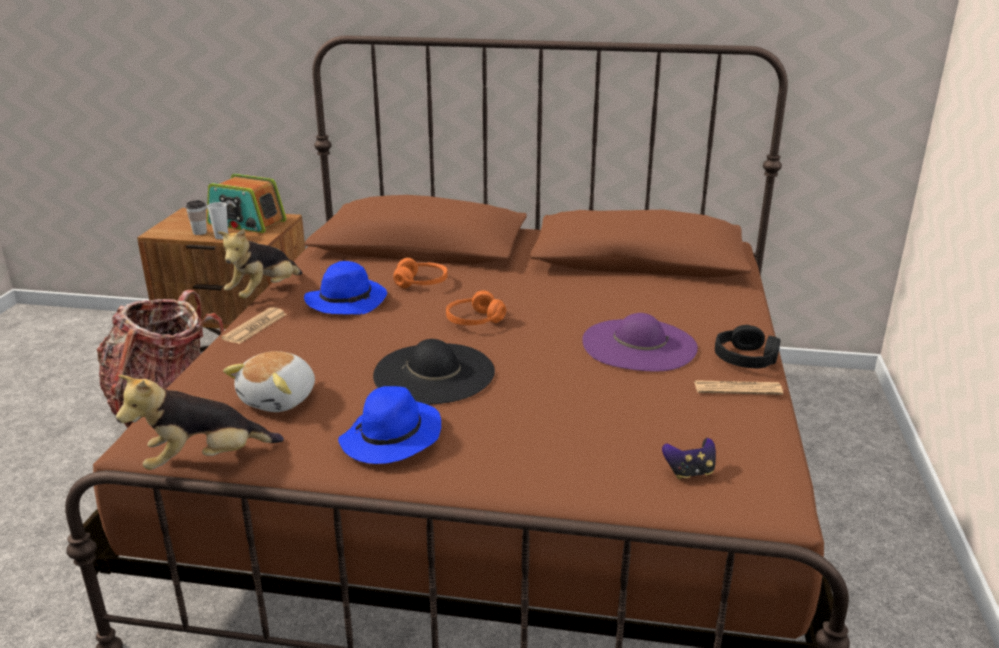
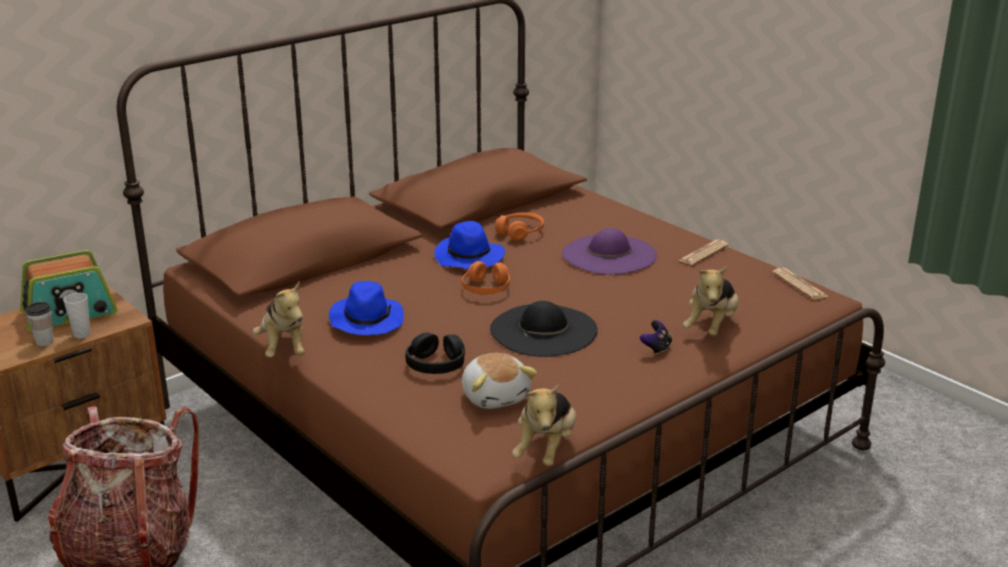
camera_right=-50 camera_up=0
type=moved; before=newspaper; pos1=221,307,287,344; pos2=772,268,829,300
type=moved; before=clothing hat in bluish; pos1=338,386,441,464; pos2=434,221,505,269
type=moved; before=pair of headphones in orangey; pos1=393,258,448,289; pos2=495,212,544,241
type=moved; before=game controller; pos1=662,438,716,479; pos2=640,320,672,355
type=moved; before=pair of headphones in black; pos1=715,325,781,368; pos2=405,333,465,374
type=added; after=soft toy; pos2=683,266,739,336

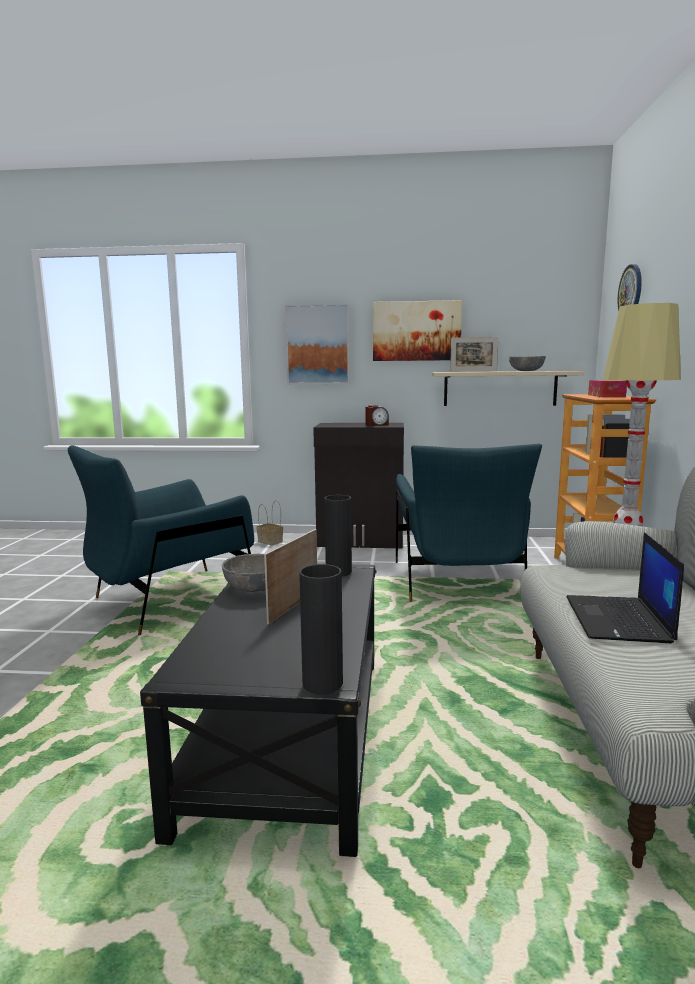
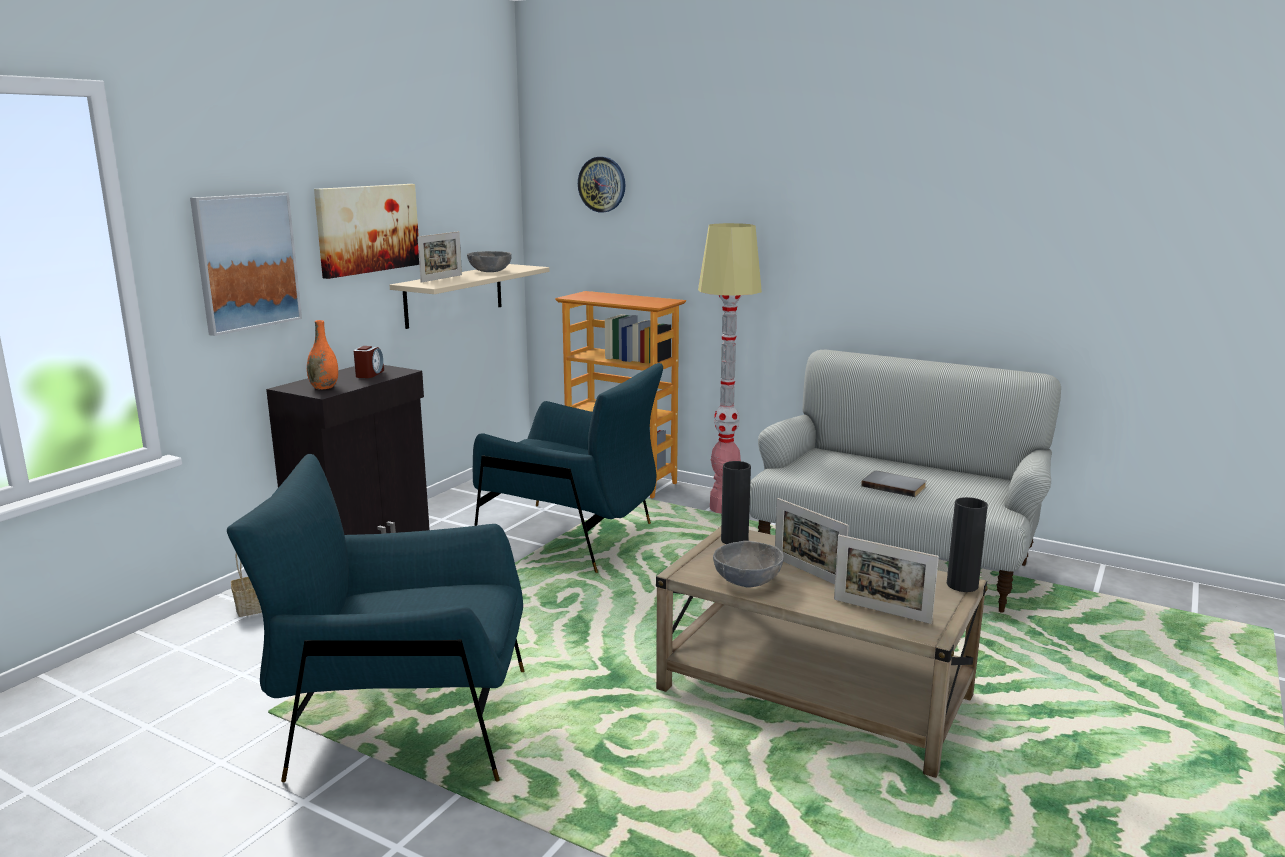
camera_right=-65 camera_up=5
type=turned; before=armchair in bluish; pos1=68,445,254,635; pos2=227,454,524,782; turn=105
type=recoloured; before=lounge table in black; after=lounge table in beige-coloured; pos1=140,564,377,857; pos2=656,526,988,778
type=replaced; before=portable computer; after=book in grey; pos1=566,532,684,644; pos2=861,471,926,497
type=removed; before=tissue holder; pos1=588,380,627,397
type=added; after=decorative vase in orangey; pos2=307,320,338,389
type=added; after=picture frame; pos2=834,535,939,624

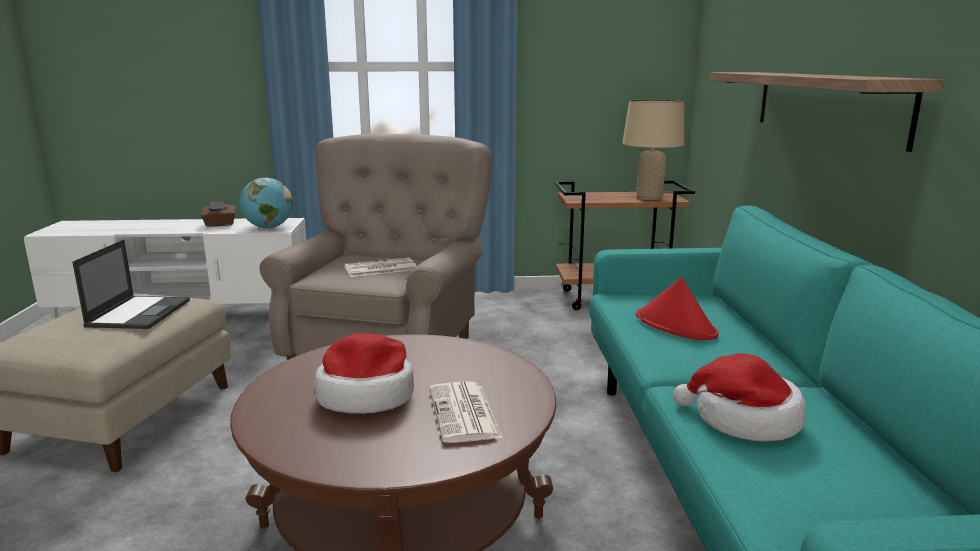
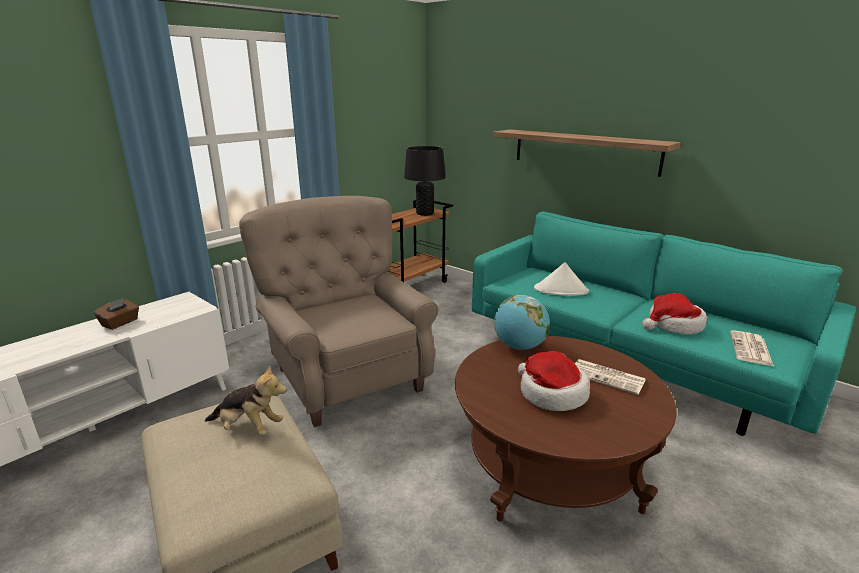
camera_right=-45 camera_up=5
type=replaced; before=portable computer; after=soft toy; pos1=72,240,190,329; pos2=205,364,287,435
type=moved; before=desk globe; pos1=240,177,293,229; pos2=494,295,550,350
type=moved; before=newspaper; pos1=344,257,416,277; pos2=730,330,774,366
type=recoloured; before=lamp for a table in beige-coloured; after=lamp for a table in black; pos1=622,100,685,200; pos2=404,146,446,216
type=recoloured; before=clothing hat in red-coloured; after=clothing hat in white-coloured; pos1=636,277,719,340; pos2=534,262,589,296

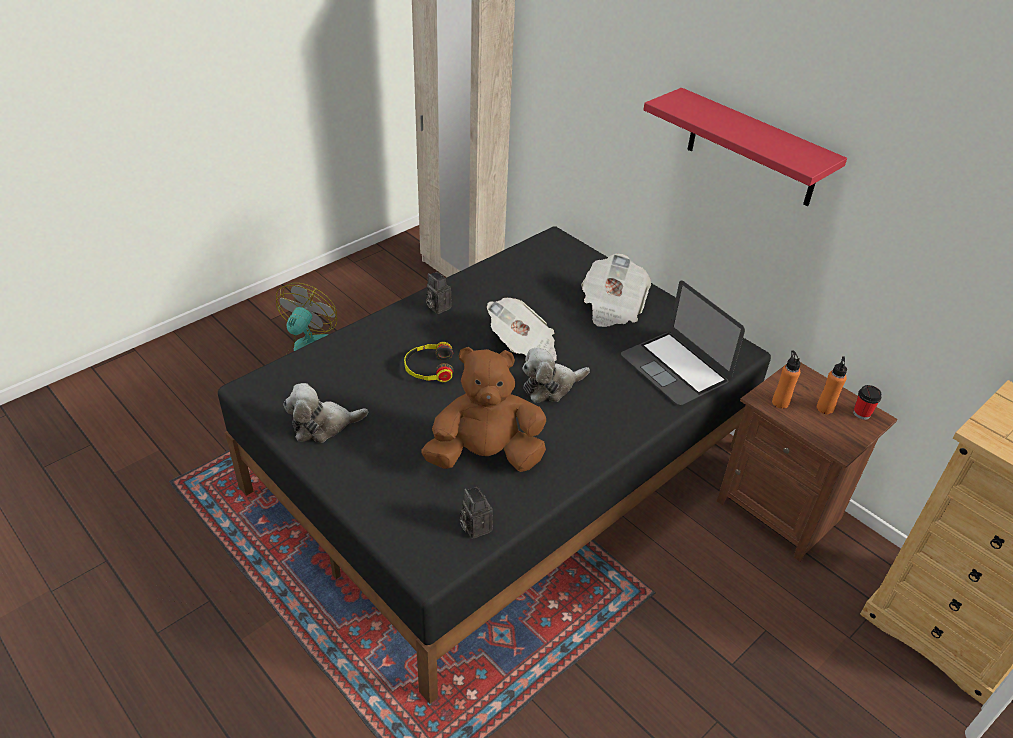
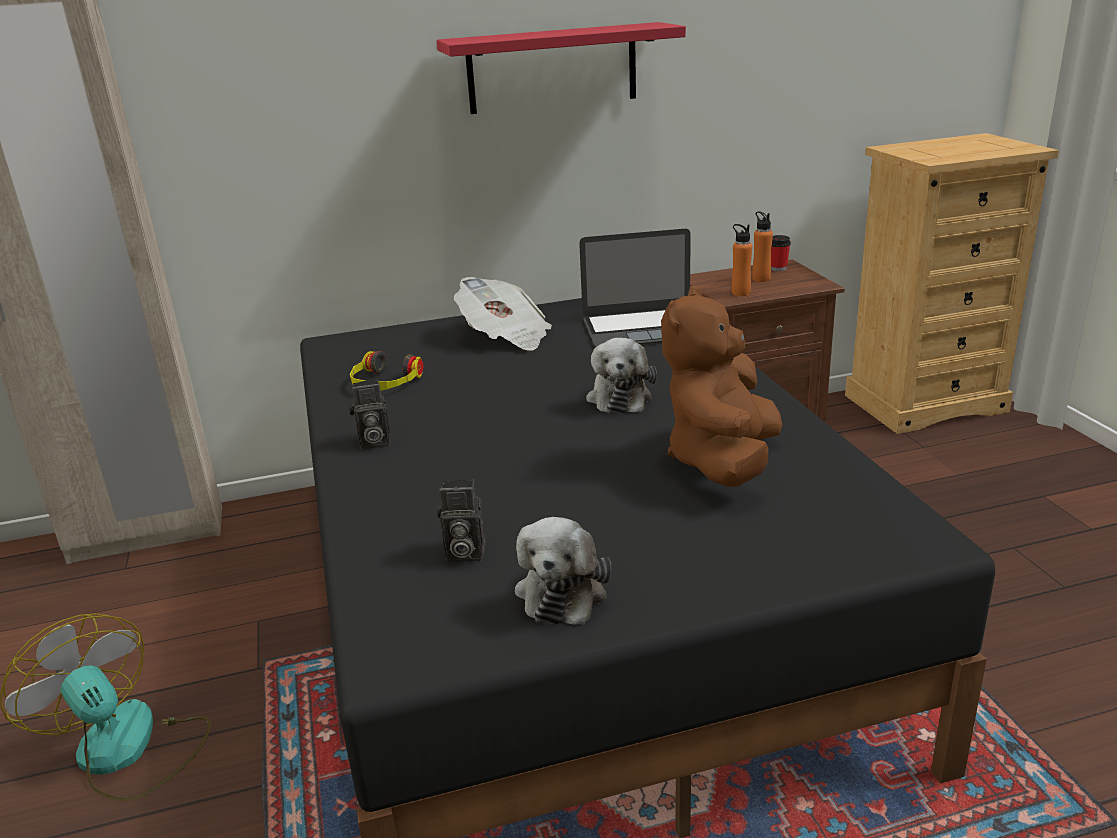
camera_right=-60 camera_up=-15
type=moved; before=pair of headphones; pos1=404,342,454,382; pos2=350,351,423,391
type=moved; before=photo camera; pos1=460,486,493,539; pos2=437,480,486,562
type=removed; before=newspaper; pos1=487,298,557,361

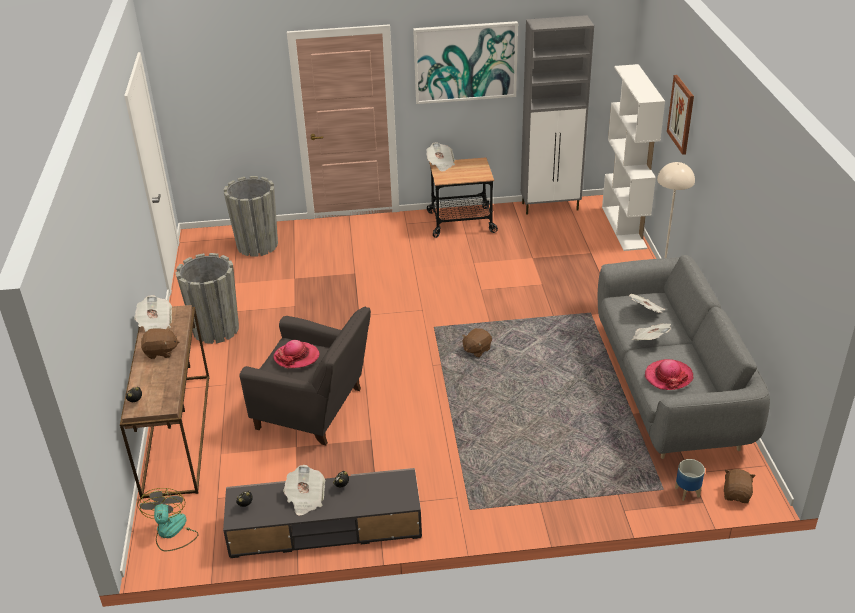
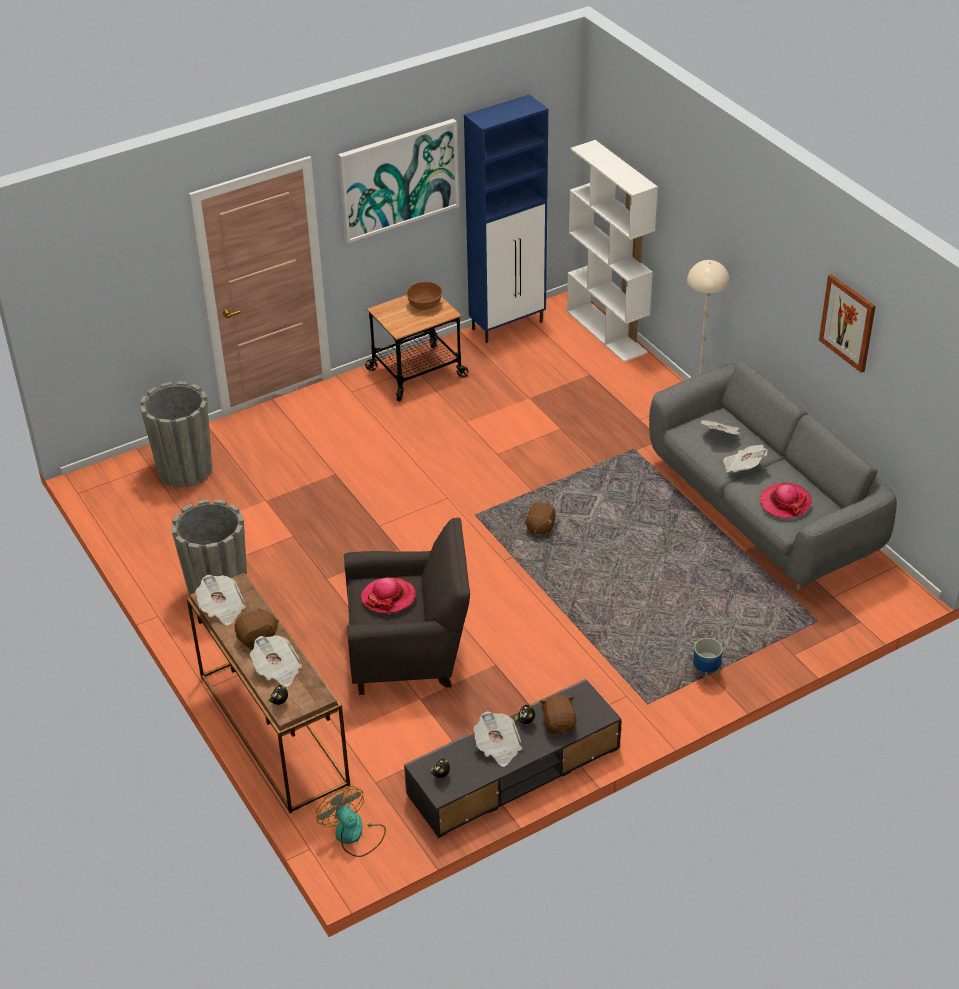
camera_right=-25 camera_up=5
type=moved; before=newspaper; pos1=426,142,455,172; pos2=250,635,302,687
type=recoloured; before=cupboard in grey; after=cupboard in bluish; pos1=521,15,594,215; pos2=464,94,548,343
type=moved; before=wall art; pos1=667,75,694,155; pos2=819,274,876,373
type=moved; before=plant pot; pos1=675,459,705,501; pos2=692,638,723,684
type=moved; before=soft toy in brownish; pos1=724,469,756,503; pos2=540,695,577,734
type=added; after=deep dish in brownish; pos2=406,282,442,310

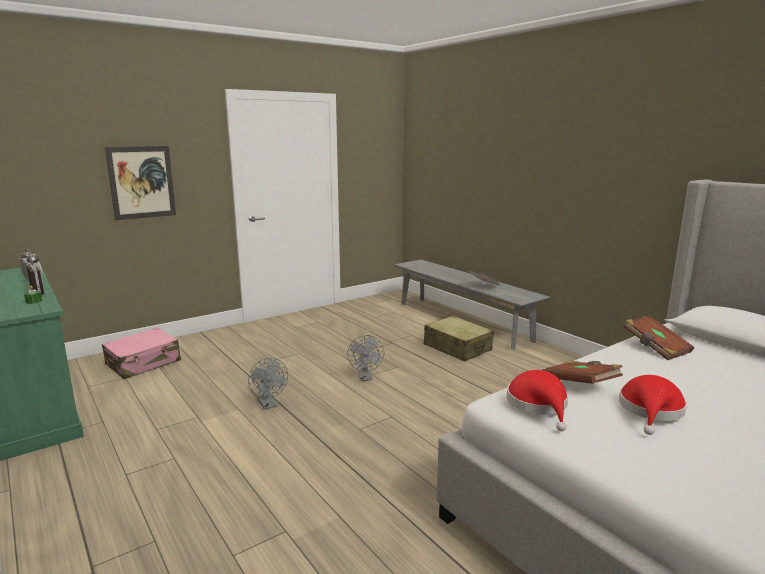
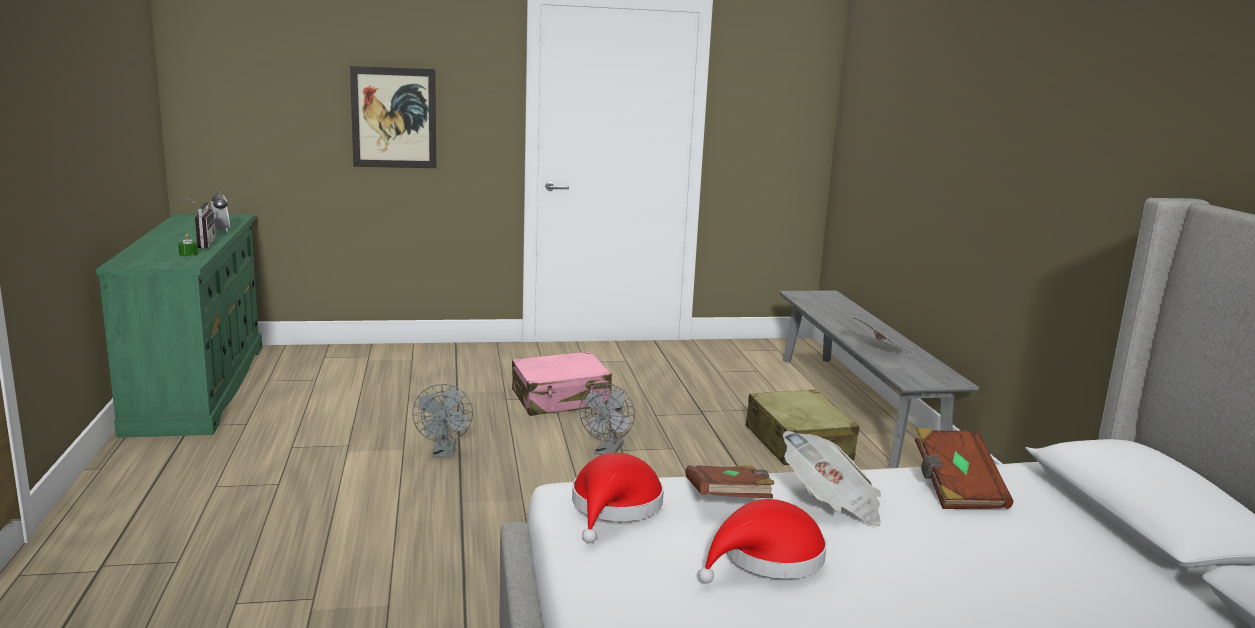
camera_right=25 camera_up=0
type=moved; before=piece of luggage in pink; pos1=102,328,181,379; pos2=512,351,612,416
type=added; after=newspaper; pos2=783,431,881,526

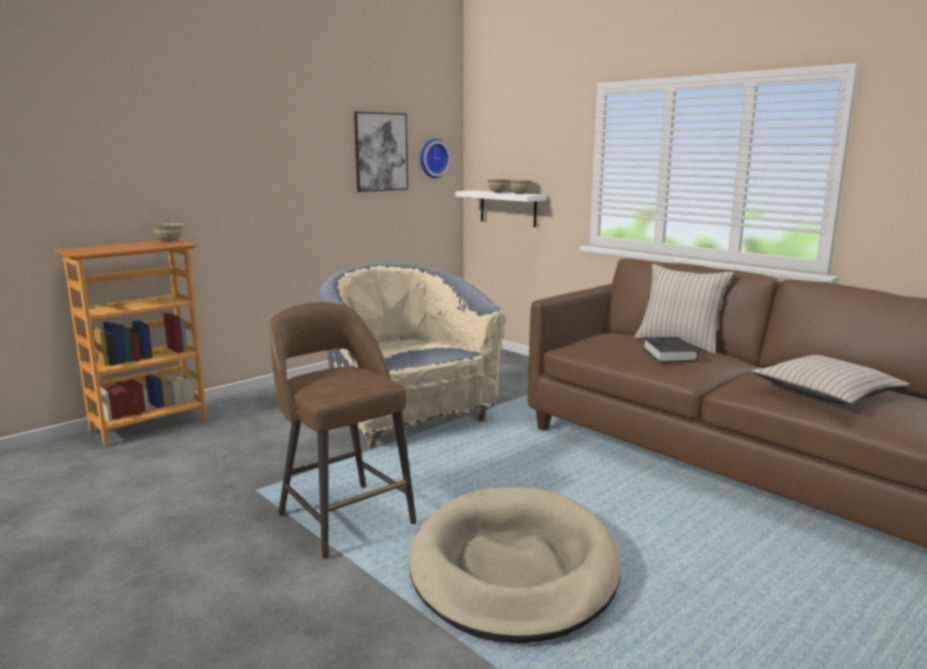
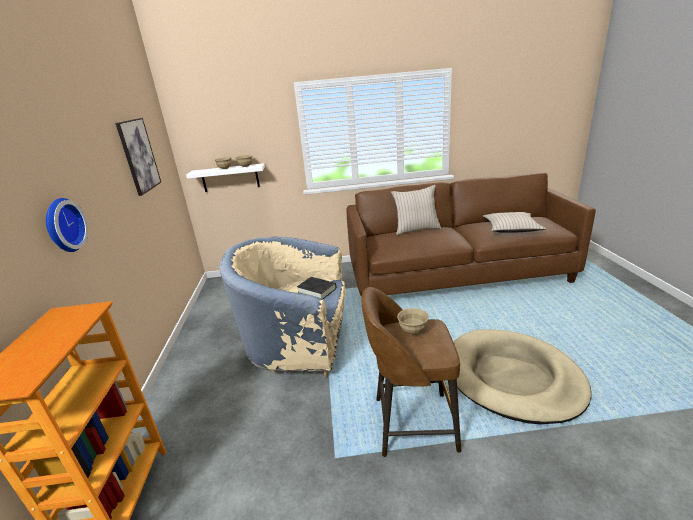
camera_right=-50 camera_up=10
type=moved; before=deep dish in beige-coloured; pos1=152,223,184,243; pos2=397,308,429,334
type=moved; before=wall clock; pos1=420,139,451,178; pos2=46,198,88,252
type=moved; before=book in black; pos1=643,337,699,362; pos2=297,277,336,299

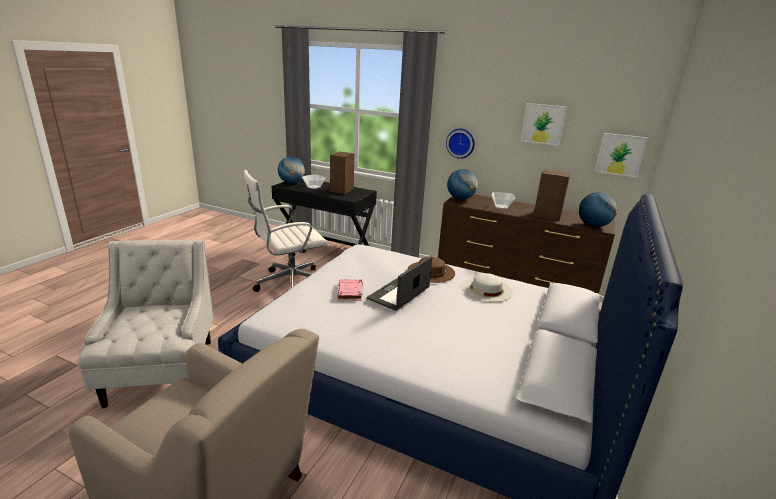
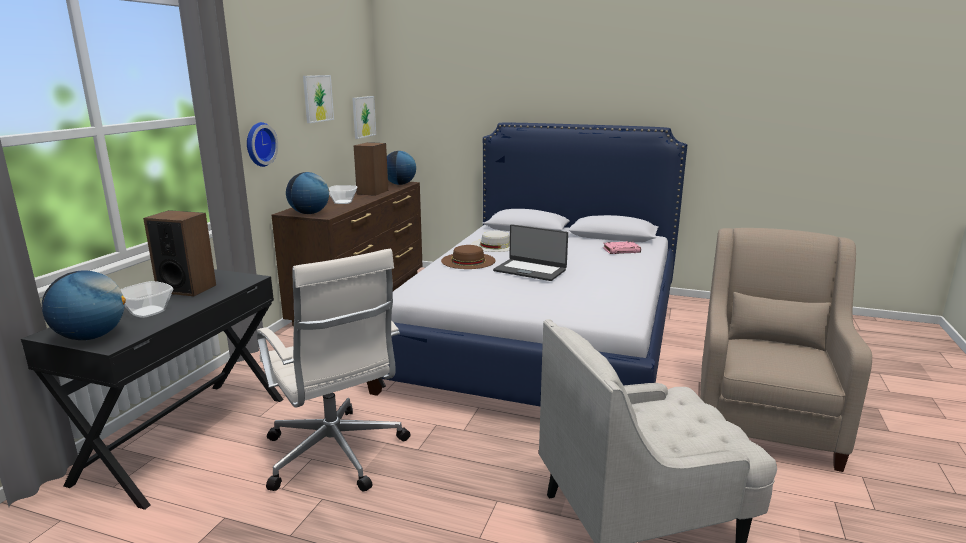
camera_right=-95 camera_up=-5
type=moved; before=book in pink; pos1=337,279,363,301; pos2=603,241,641,254

